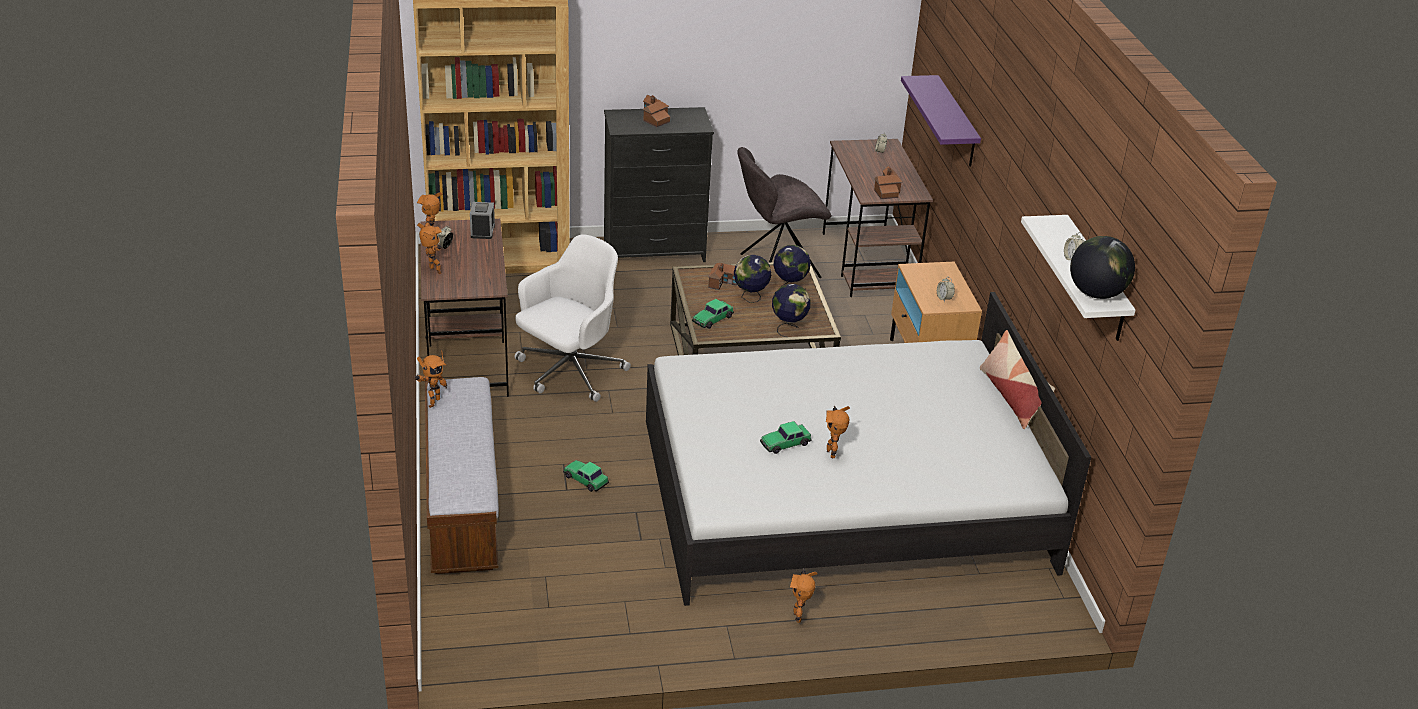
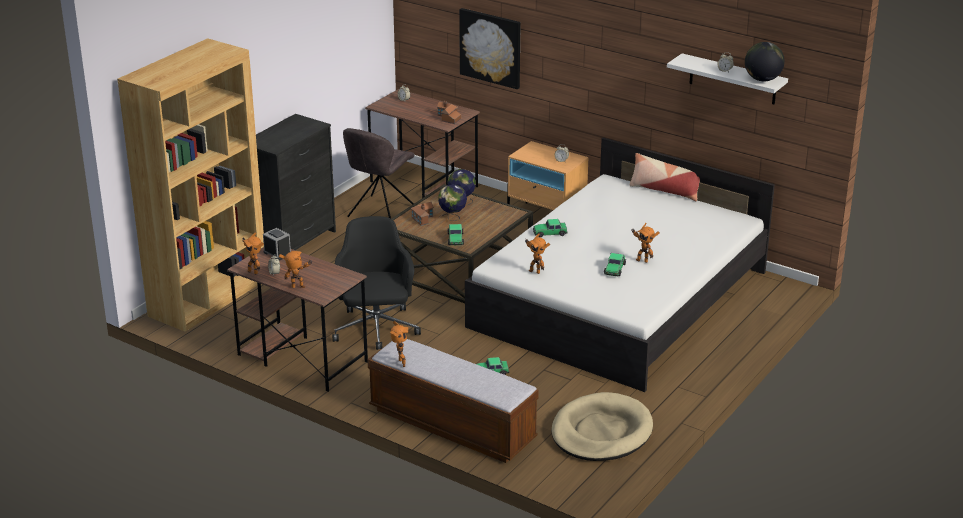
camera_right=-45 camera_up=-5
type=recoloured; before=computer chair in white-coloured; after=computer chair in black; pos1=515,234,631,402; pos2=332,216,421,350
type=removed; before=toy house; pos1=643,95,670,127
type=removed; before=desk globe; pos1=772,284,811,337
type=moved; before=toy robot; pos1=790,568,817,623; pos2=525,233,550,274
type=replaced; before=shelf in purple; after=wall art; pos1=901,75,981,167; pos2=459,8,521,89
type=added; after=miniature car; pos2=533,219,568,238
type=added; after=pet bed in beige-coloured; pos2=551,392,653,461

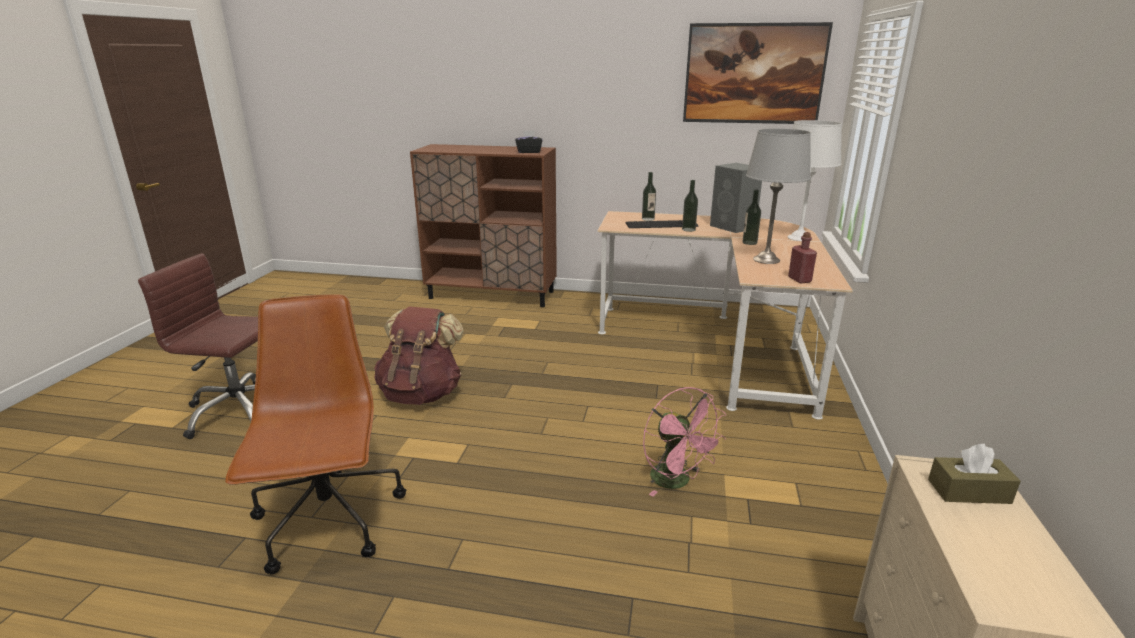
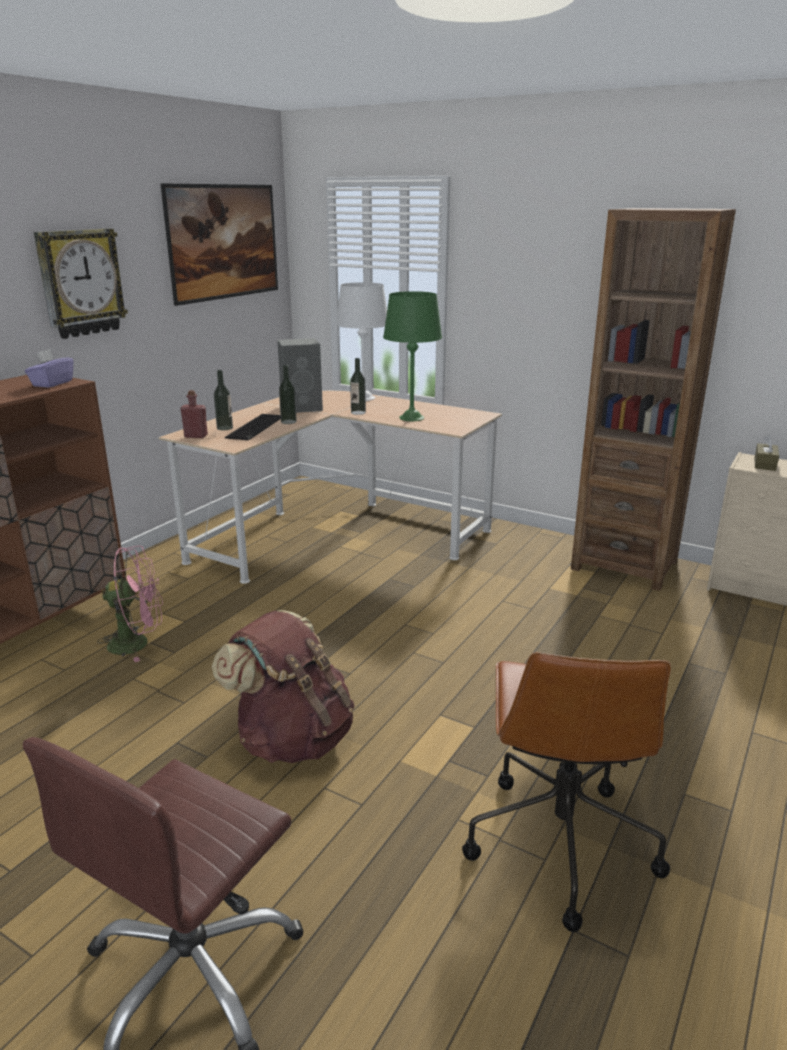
camera_right=-70 camera_up=0
type=turned; before=computer chair in brownish; pos1=225,294,406,574; pos2=462,652,671,932; turn=-90
type=recoloured; before=tissue holder in black; after=tissue holder in purple; pos1=515,131,542,153; pos2=25,349,73,388
type=moved; before=electric fan in pink; pos1=643,387,726,496; pos2=97,546,163,662
type=recoloured; before=lamp for a table in grey; after=lamp for a table in green; pos1=746,129,811,264; pos2=383,291,442,421
type=moved; before=drink bottle in red-coloured; pos1=788,232,817,283; pos2=180,390,208,438
type=added; after=wall clock; pos2=34,228,128,339
type=added; after=bookshelf in brownish; pos2=571,208,736,591

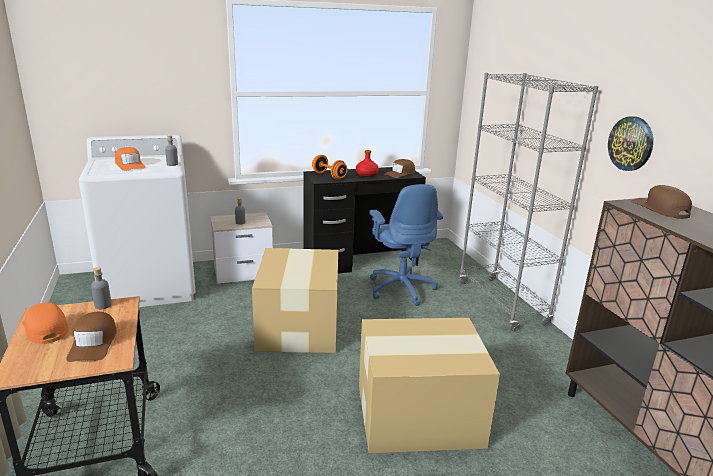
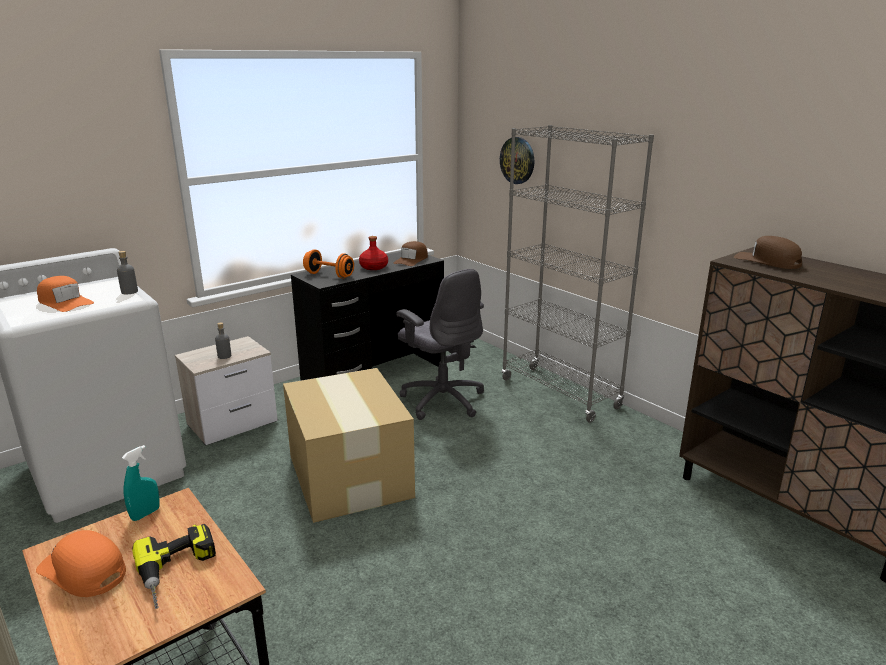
camera_right=-20 camera_up=0
type=replaced; before=cap in brownish; after=power drill; pos1=66,312,117,362; pos2=132,524,216,609
type=replaced; before=drink bottle in grey; after=sprayer in blue-green; pos1=91,267,111,309; pos2=122,445,160,521
type=removed; before=cardboard box; pos1=359,318,500,453
type=recoloured; before=computer chair in bluish; after=computer chair in grey; pos1=369,184,443,306; pos2=397,269,484,420
type=moved; before=wall clock; pos1=608,116,653,171; pos2=500,137,534,184

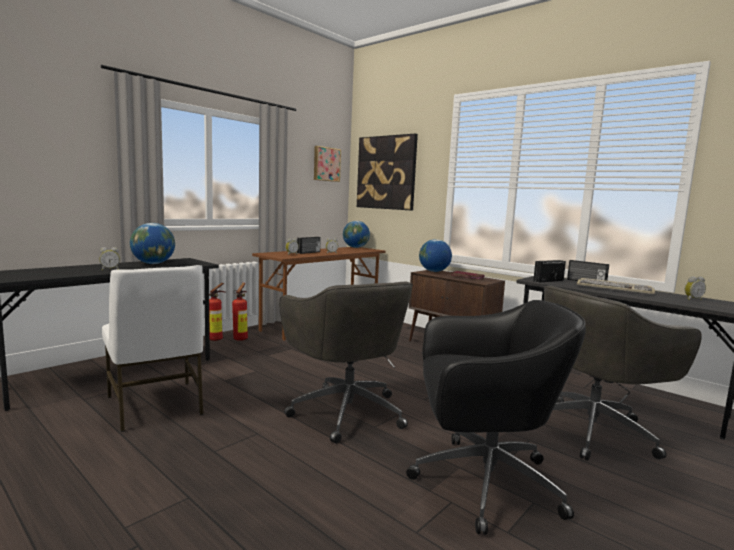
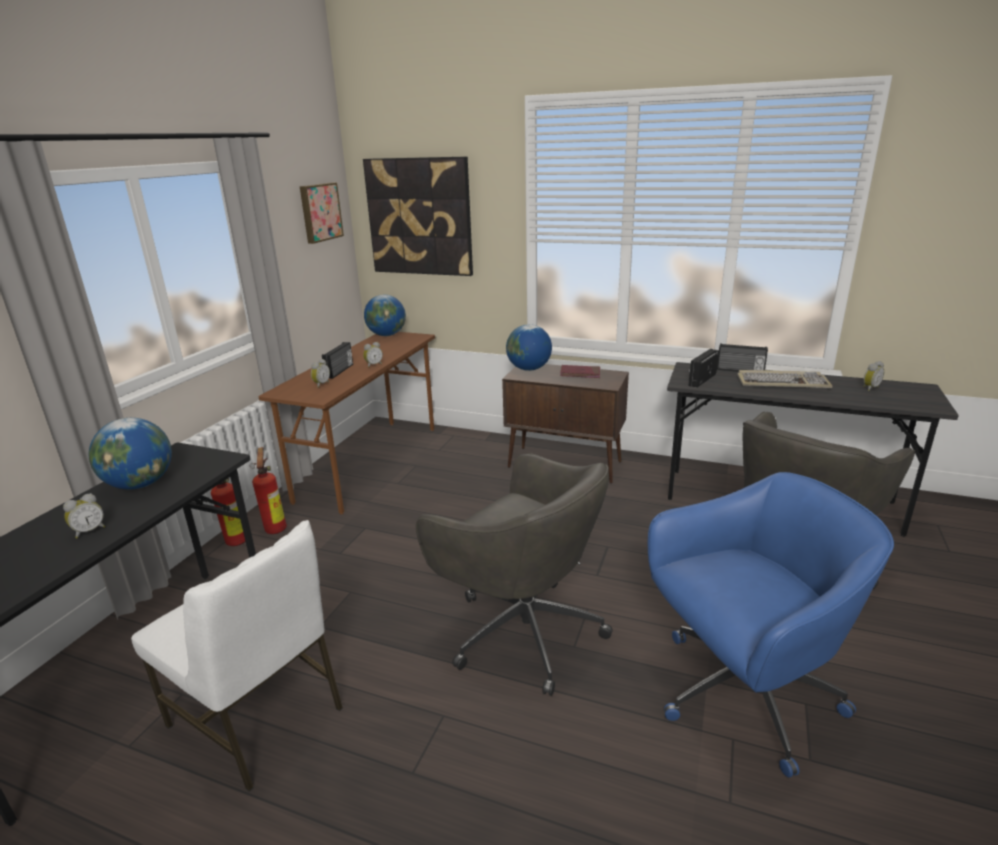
camera_right=-20 camera_up=15
type=recoloured; before=computer chair in black; after=computer chair in bluish; pos1=406,300,586,535; pos2=648,472,894,778

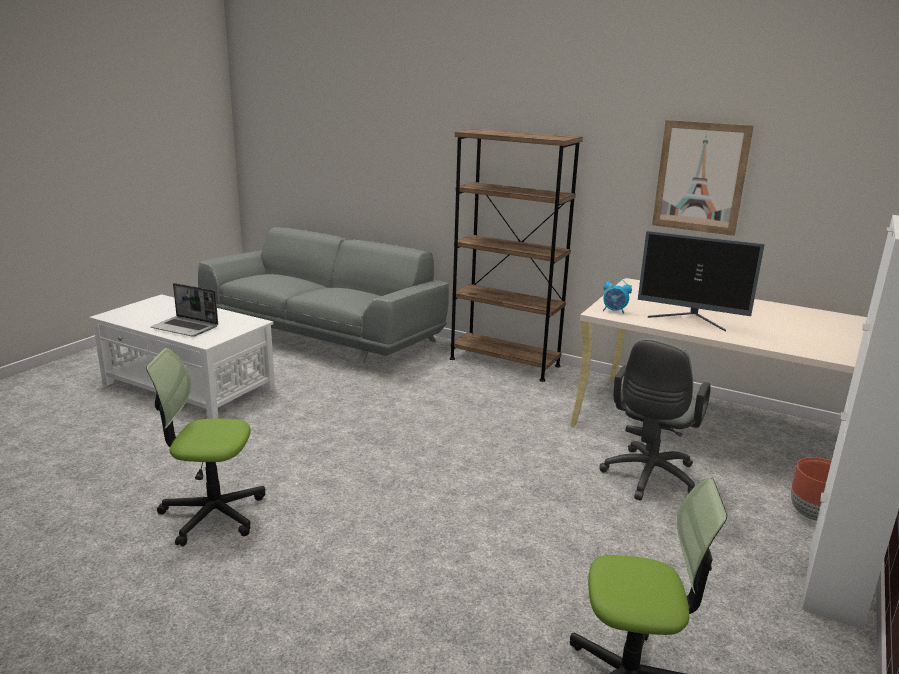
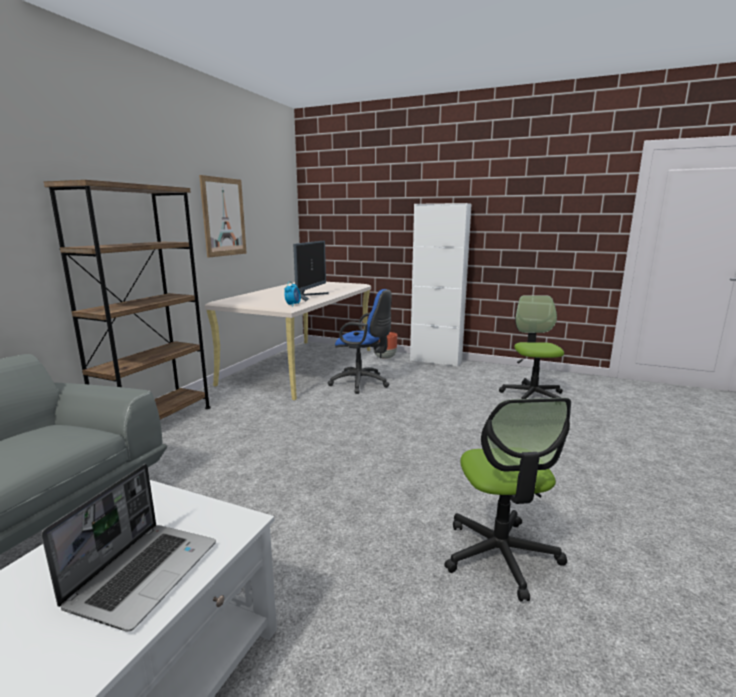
camera_right=-95 camera_up=-5
type=recoloured; before=computer chair in grey; after=computer chair in bluish; pos1=599,338,711,501; pos2=328,289,392,394

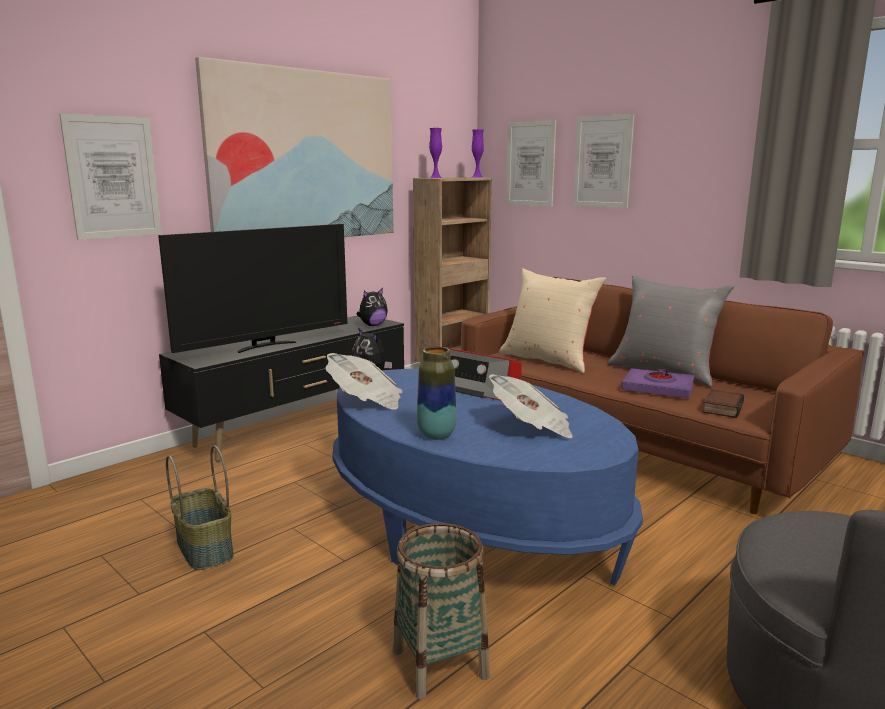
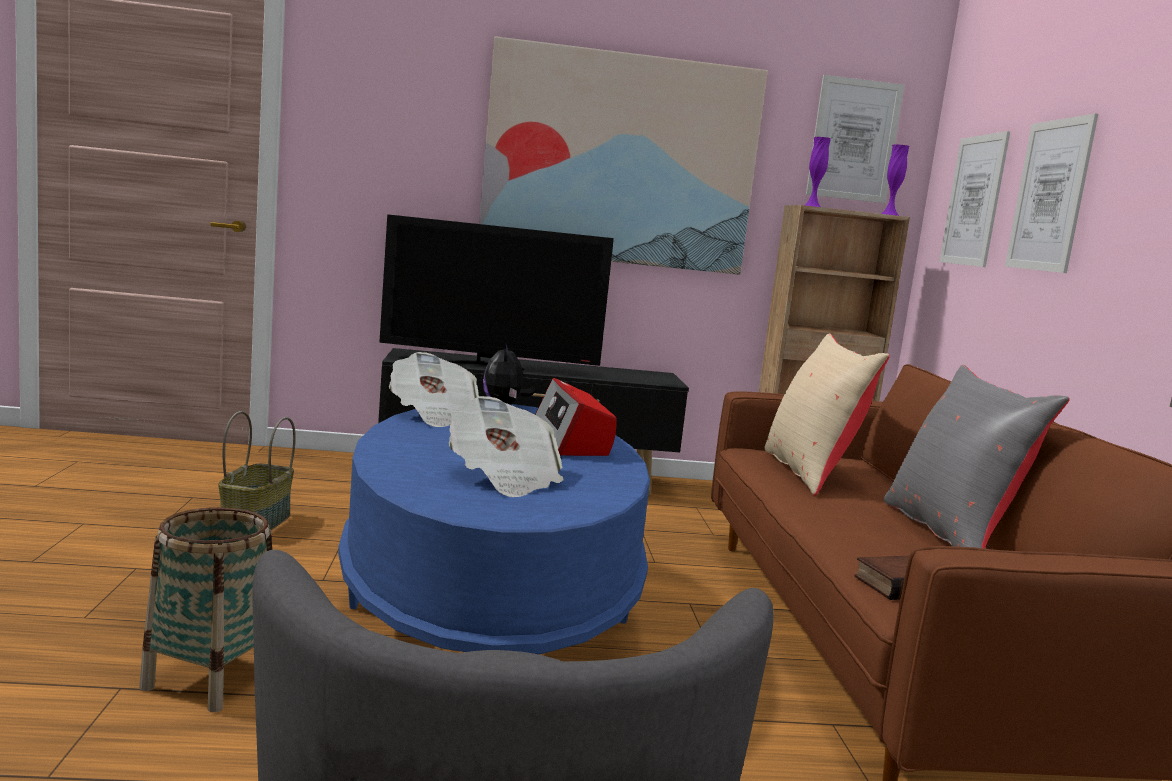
camera_right=40 camera_up=-5
type=moved; before=wall art; pos1=59,114,162,240; pos2=806,75,904,203
type=removed; before=soft toy; pos1=356,288,388,326
type=removed; before=decorative vase; pos1=417,347,457,440
type=removed; before=book in purple; pos1=622,368,695,398

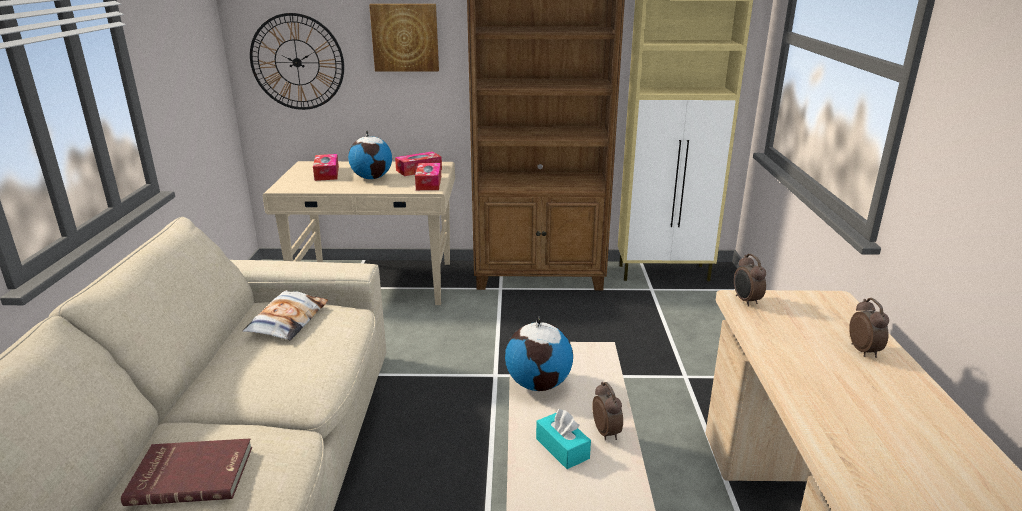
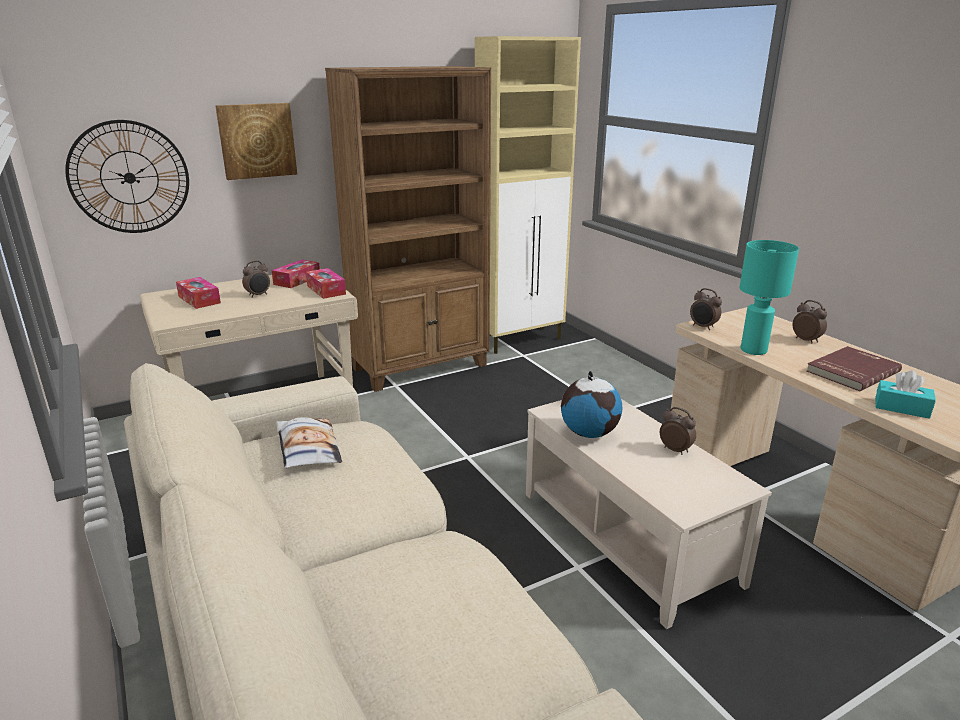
camera_right=-30 camera_up=0
type=moved; before=book in red-coloured; pos1=121,438,252,506; pos2=806,346,902,391
type=replaced; before=desk globe; after=alarm clock; pos1=348,130,392,179; pos2=242,261,270,298
type=moved; before=tissue holder in blue-green; pos1=536,409,591,469; pos2=875,371,936,419
type=added; after=lamp for a table in blue-green; pos2=739,240,799,355

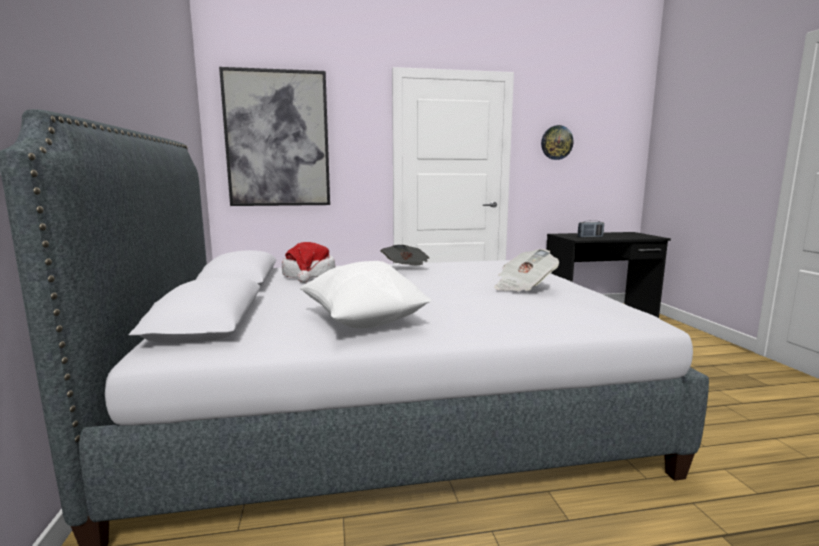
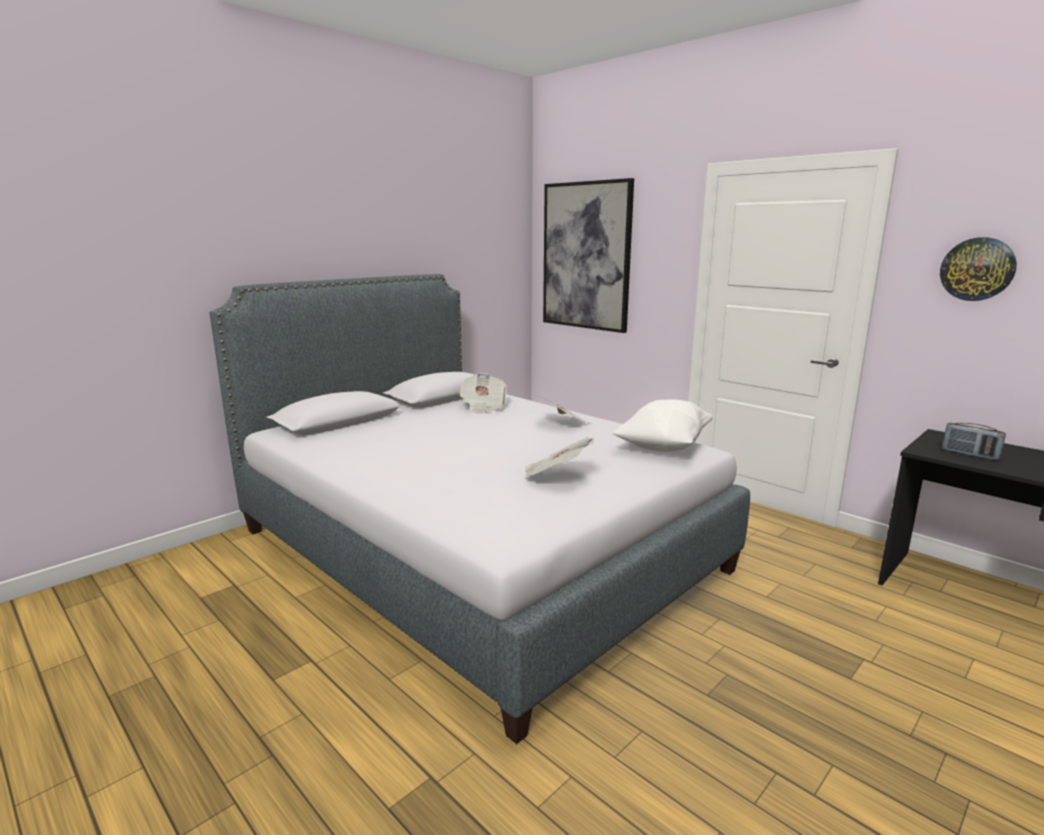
camera_right=55 camera_up=5
type=replaced; before=clothing hat; after=newspaper; pos1=282,242,335,283; pos2=459,373,507,414
type=moved; before=pillow in white-coloured; pos1=300,261,431,329; pos2=612,400,713,452

